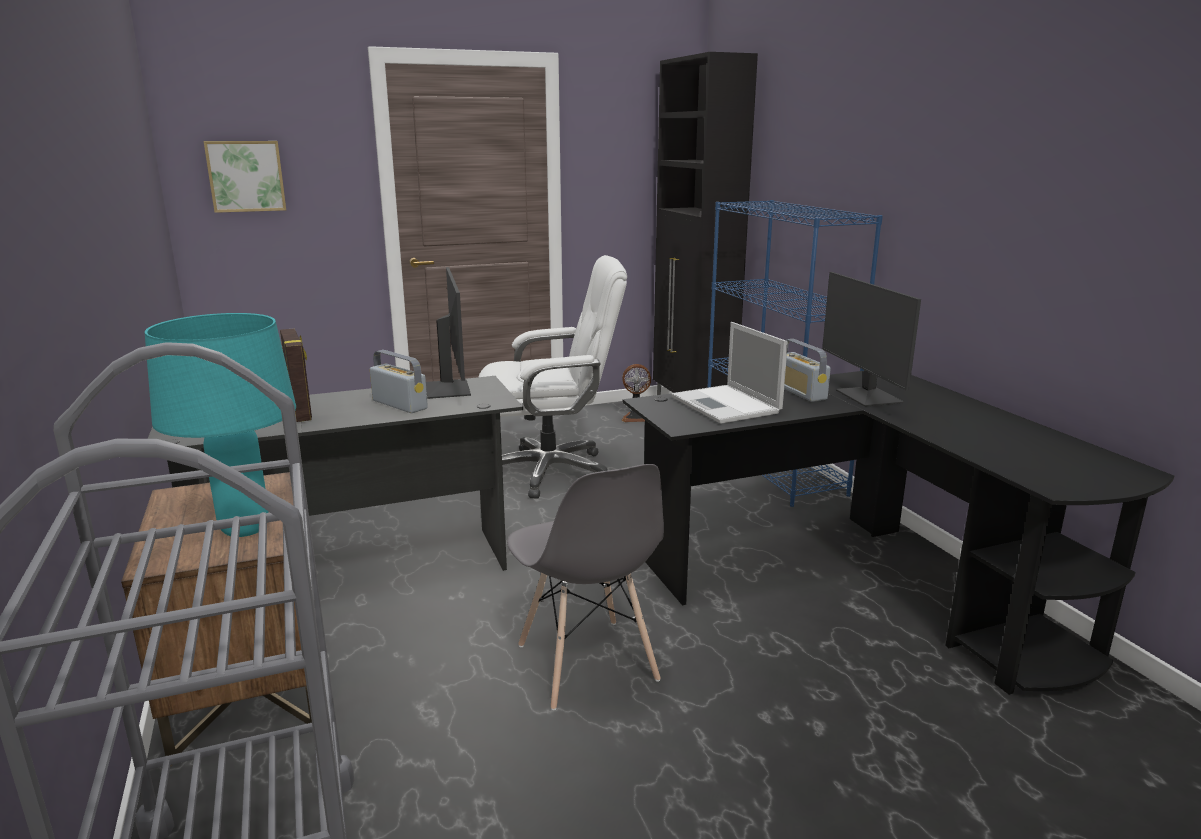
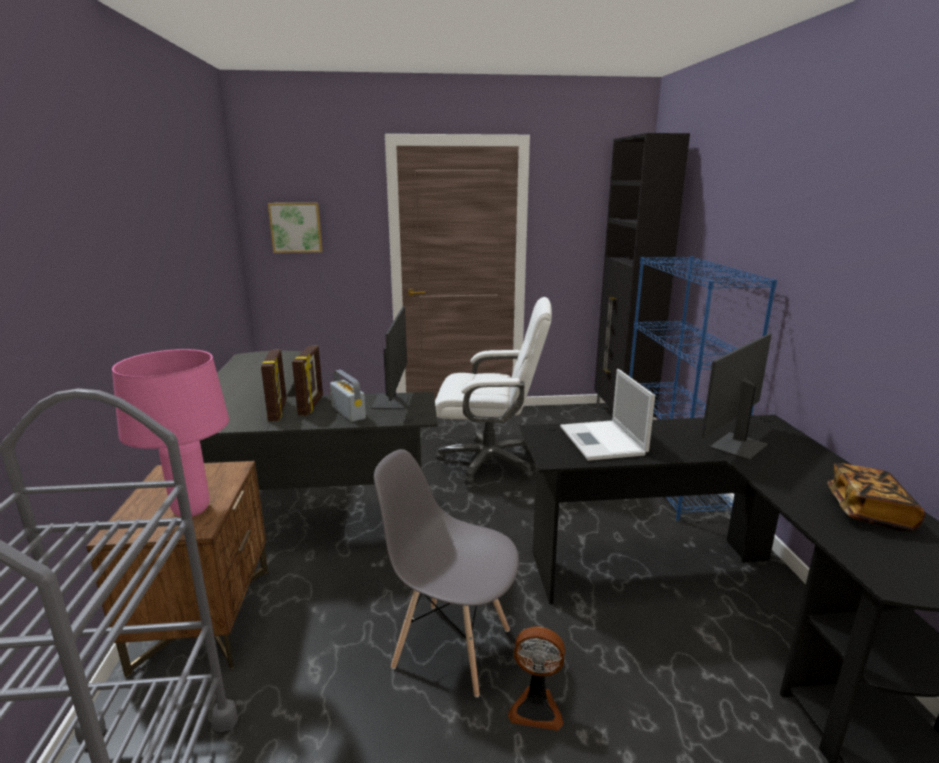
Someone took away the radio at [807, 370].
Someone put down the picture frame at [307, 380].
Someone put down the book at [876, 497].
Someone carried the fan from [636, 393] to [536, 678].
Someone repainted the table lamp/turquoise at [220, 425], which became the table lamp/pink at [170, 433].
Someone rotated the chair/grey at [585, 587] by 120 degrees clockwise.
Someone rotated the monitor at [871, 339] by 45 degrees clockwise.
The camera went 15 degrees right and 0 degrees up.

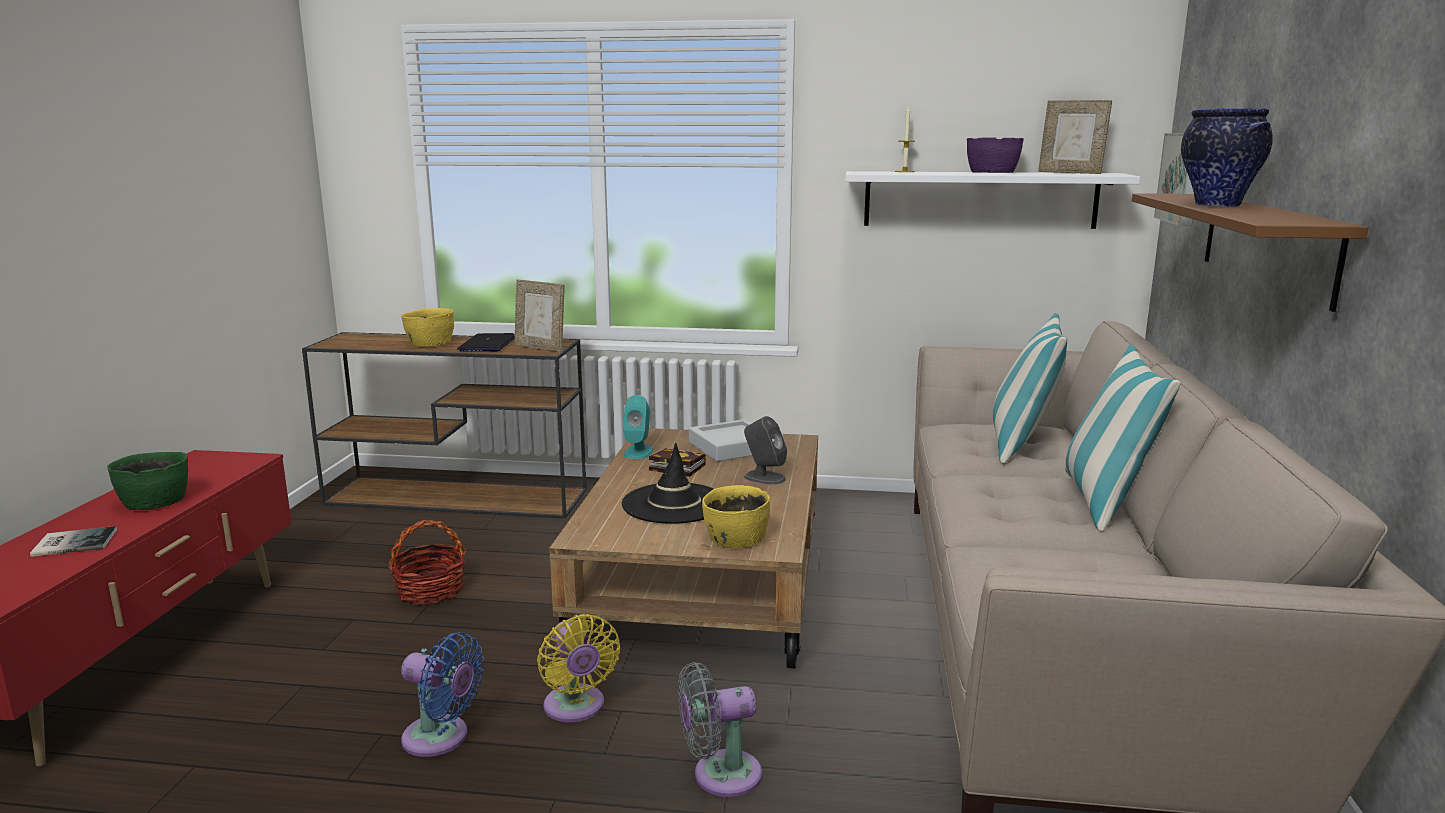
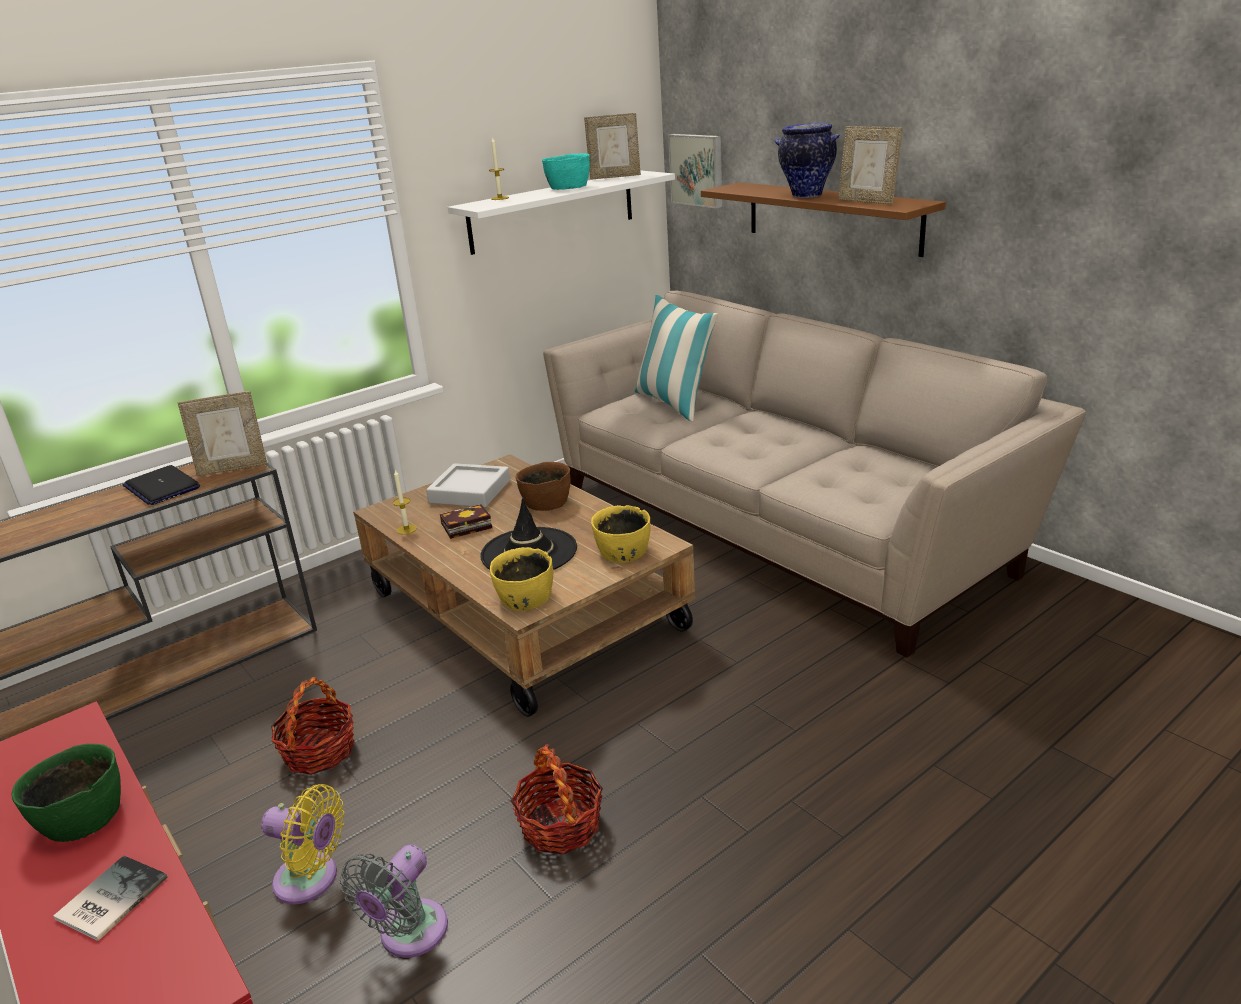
Someone took away the pillow at [1123, 438].
Someone put down the picture frame at [870, 165].
Someone carried the bowl/yellow from [427, 327] to [521, 579].
Someone carried the fan/yellow from [578, 668] to [302, 844].
Someone carried the fan/grey from [720, 729] to [394, 901].
Someone swapped the fan/blue at [442, 694] for the basket at [557, 799].
Someone swapped the speaker/turquoise at [638, 427] for the candle at [405, 502].
Someone swapped the speaker/grey at [765, 450] for the bowl/brown at [543, 486].
Someone repainted the bowl/purple at [995, 155], which became the bowl/turquoise at [566, 171].
The camera went 45 degrees left and 10 degrees up.

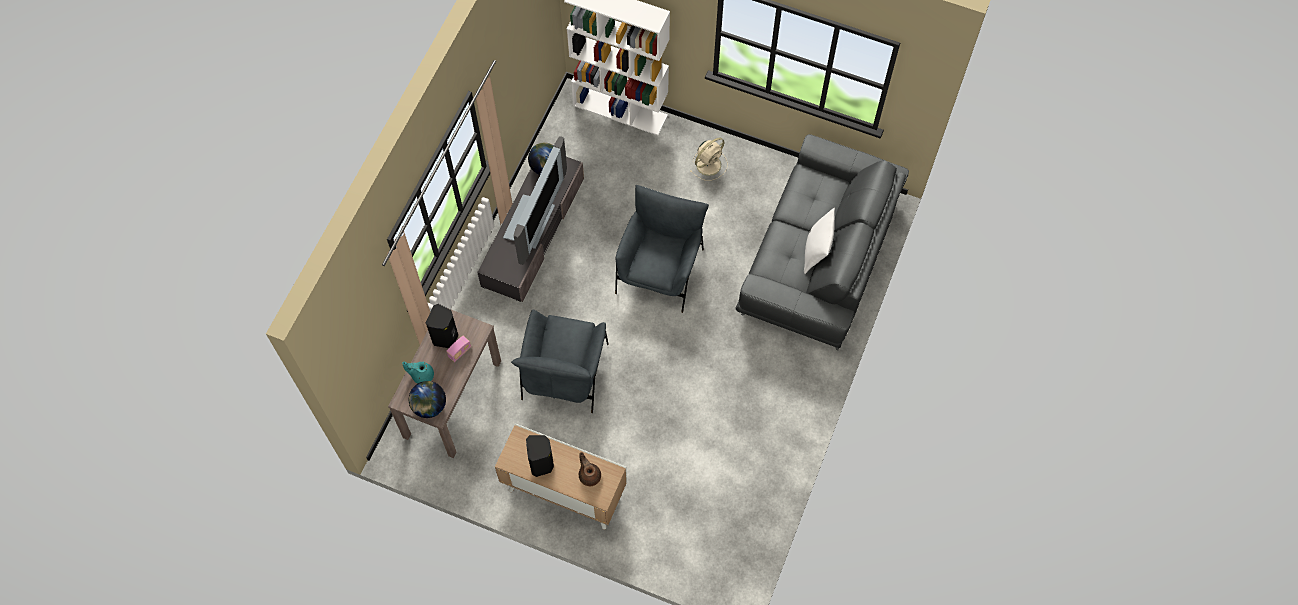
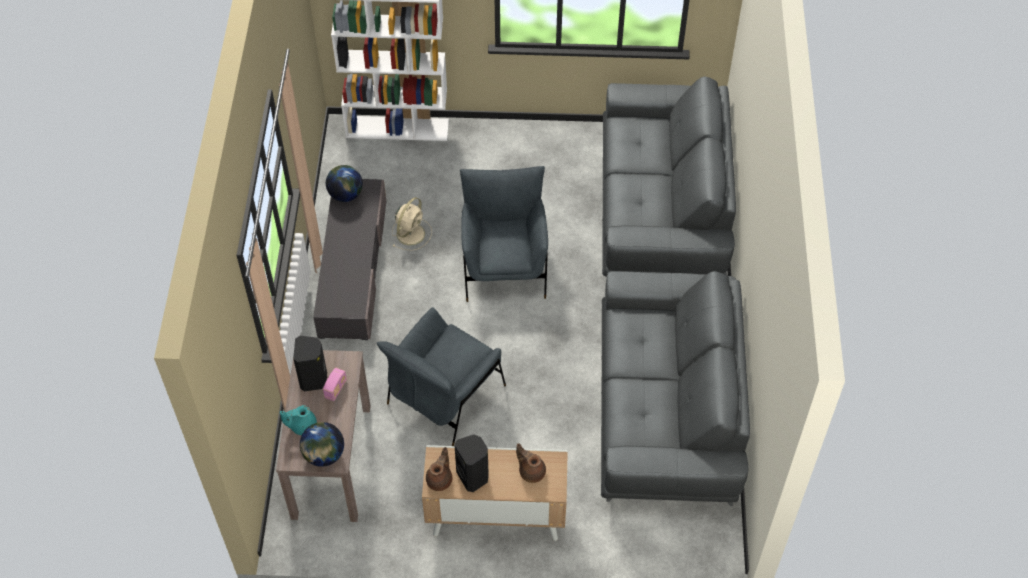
Someone took away the television at [535, 200].
Someone took away the pillow/white at [819, 240].
Someone put down the teapot/brown at [439, 469].
Someone put down the sofa/grey at [675, 388].
Someone carried the fan/beige from [708, 159] to [412, 224].
Someone rotated the armchair/grey at [560, 361] by 45 degrees clockwise.
The camera went 20 degrees left and 10 degrees down.

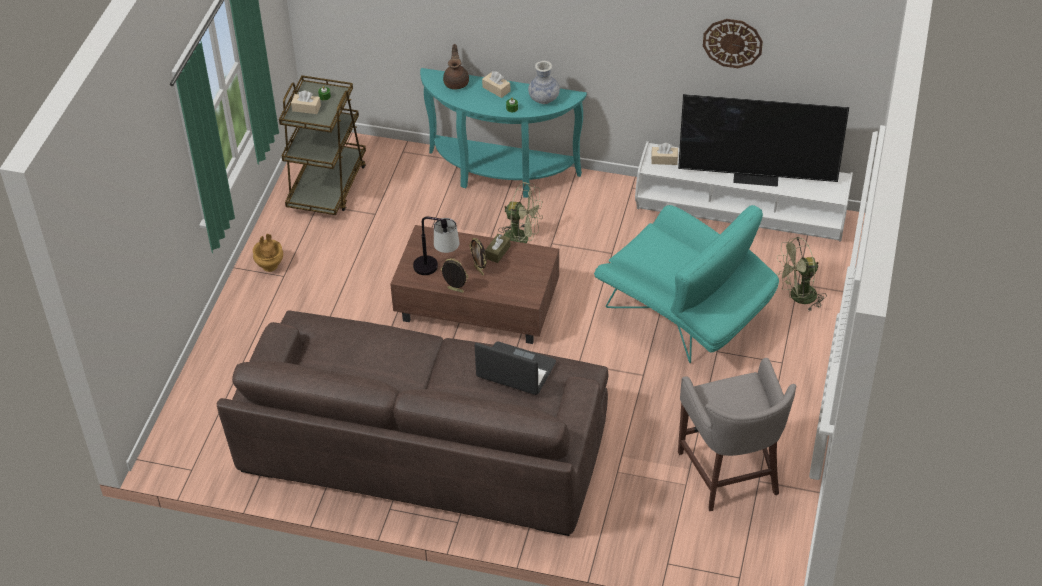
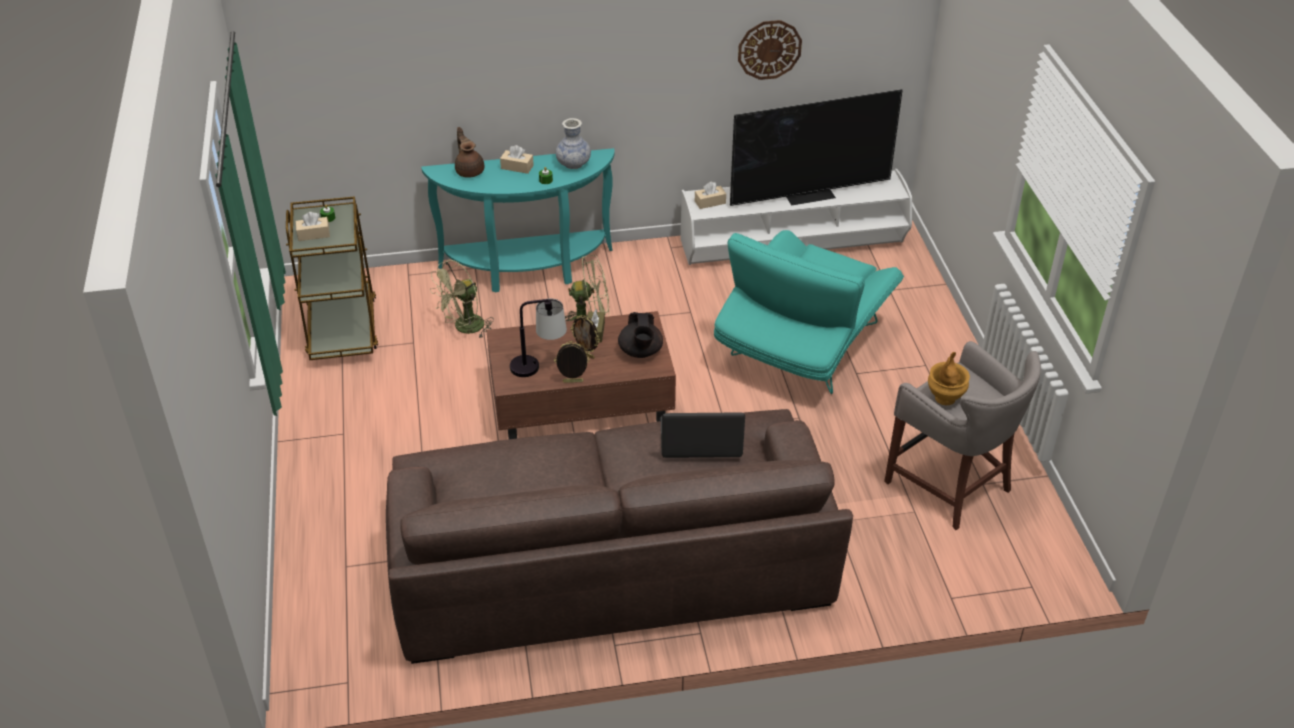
Someone put down the teapot/black at [640, 335].
Someone carried the vase/brown from [268, 253] to [949, 378].
Someone carried the fan/green from [802, 274] to [462, 299].
Someone rotated the armchair/turquoise at [686, 284] by 105 degrees clockwise.
The camera went 25 degrees left and 5 degrees down.

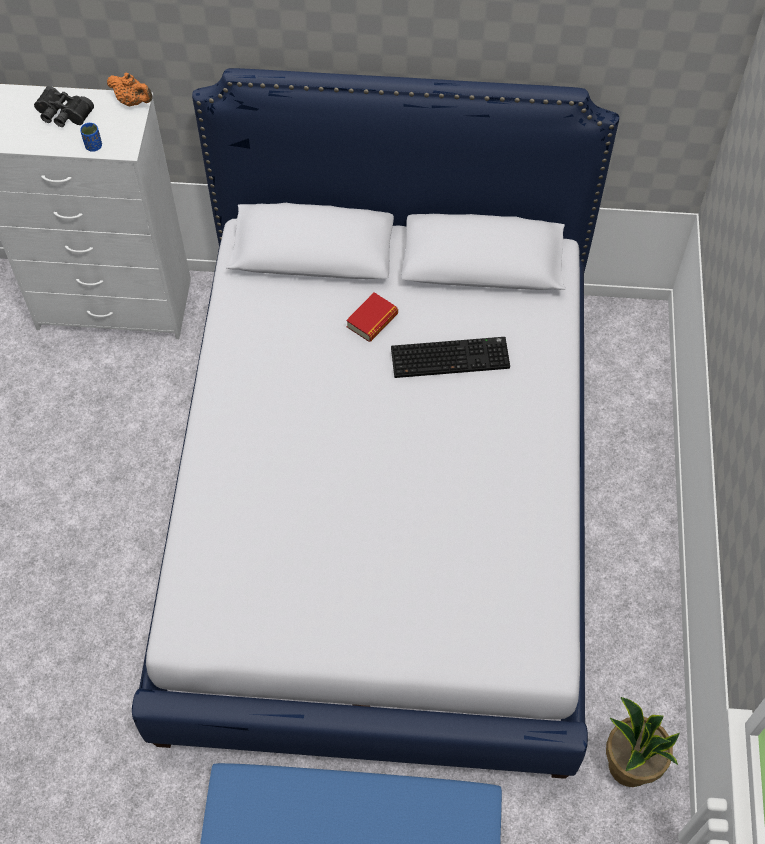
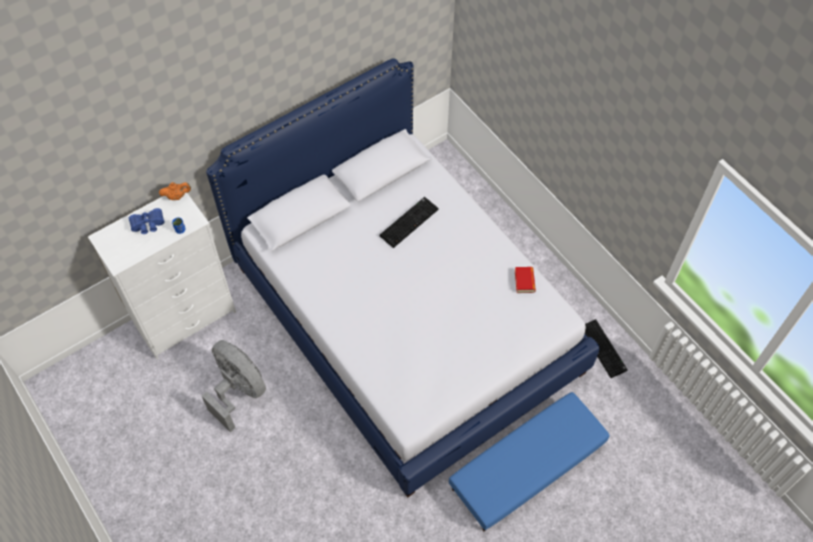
Someone put down the fan/grey at [234, 386].
Someone carried the book from [372, 317] to [525, 280].
Someone swapped the potted plant at [643, 742] for the keyboard at [606, 348].
Someone repainted the binoculars/black at [64, 106], which became the binoculars/blue at [147, 221].
The camera went 40 degrees left and 0 degrees up.

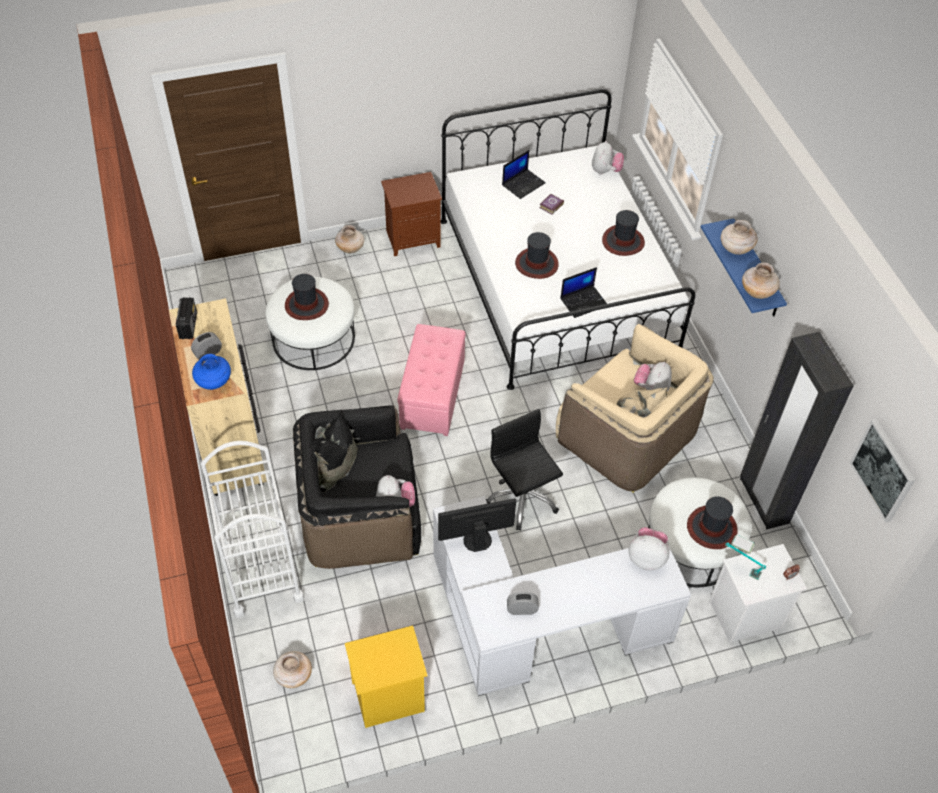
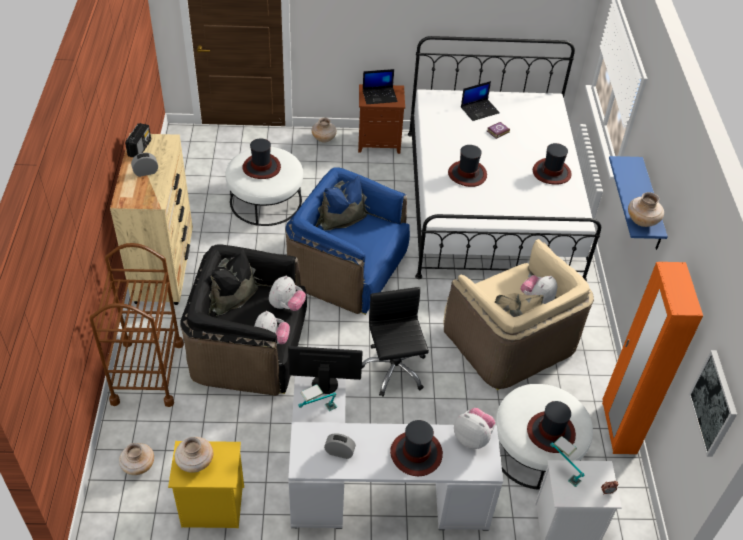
Someone took away the vase/blue at [211, 372].
Someone put down the table lamp at [317, 397].
Someone put down the hat at [416, 448].
Someone carried the laptop from [583, 292] to [380, 86].
Someone carried the plush toy from [608, 158] to [287, 293].
Someone carried the vase/beige from [739, 237] to [194, 455].
Someone swapped the ottoman/pink at [431, 380] for the armchair/blue at [347, 241].
Someone repainted the cart/white at [252, 529], which became the cart/brown at [136, 325].
Someone repainted the wardrobe/black at [797, 431], which became the wardrobe/orange at [652, 358].
The camera went 15 degrees right and 5 degrees down.

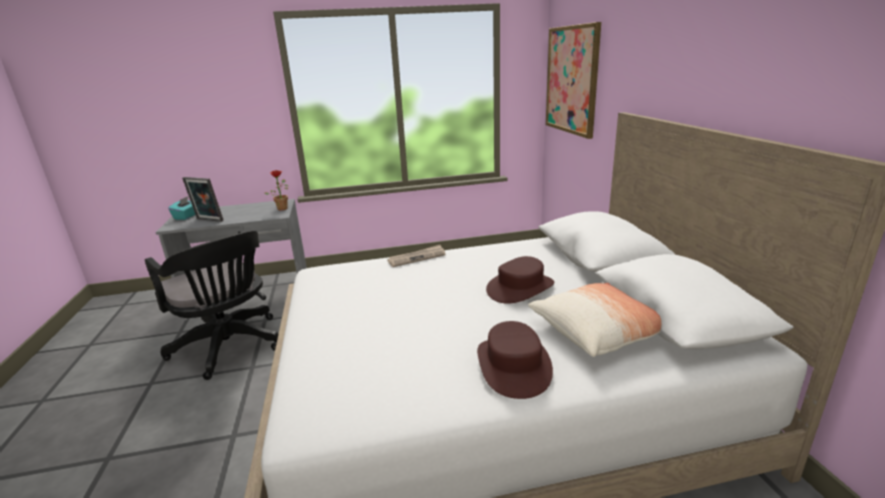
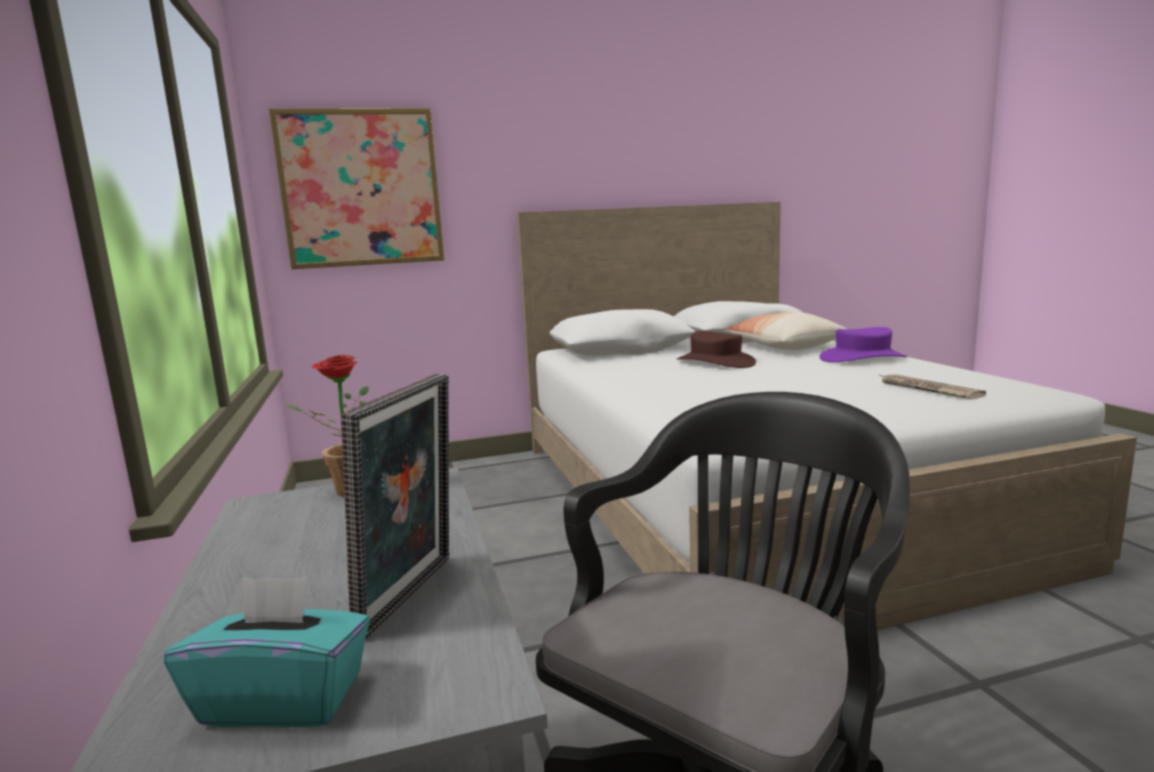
Someone carried the newspaper from [416, 256] to [932, 386].
Someone repainted the hat/brown at [515, 360], which became the hat/purple at [863, 344].
The camera went 95 degrees left and 10 degrees down.

